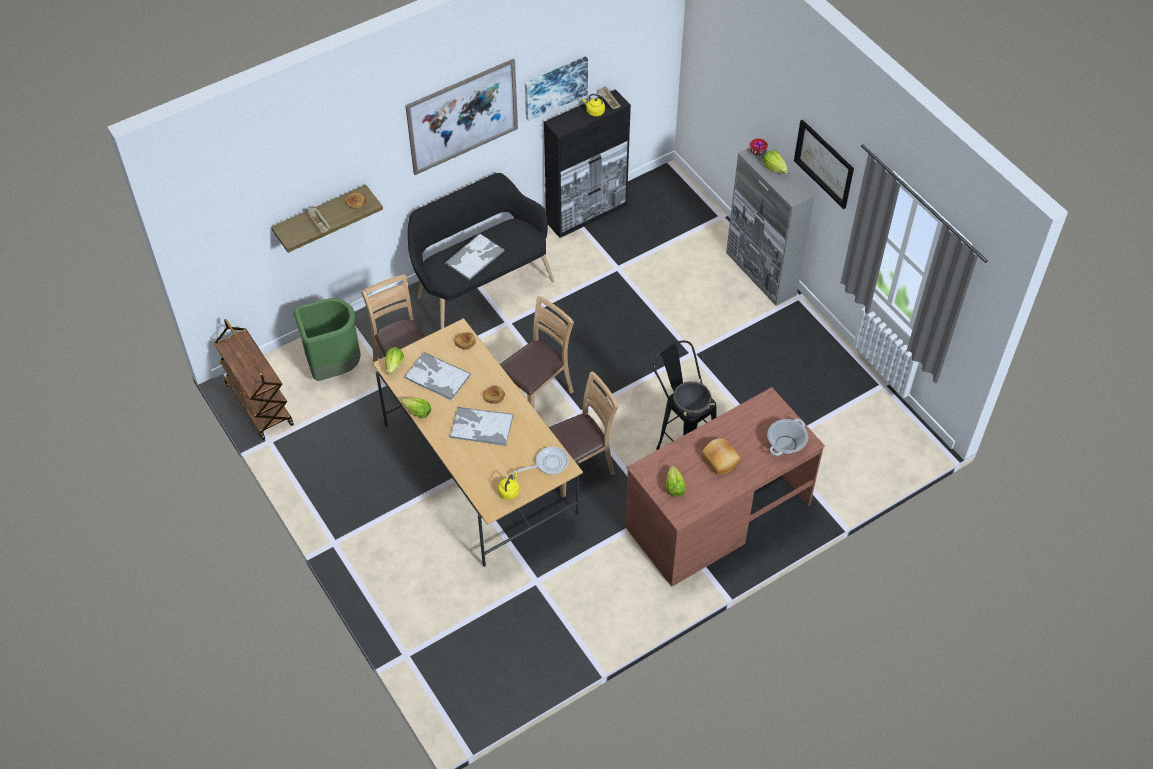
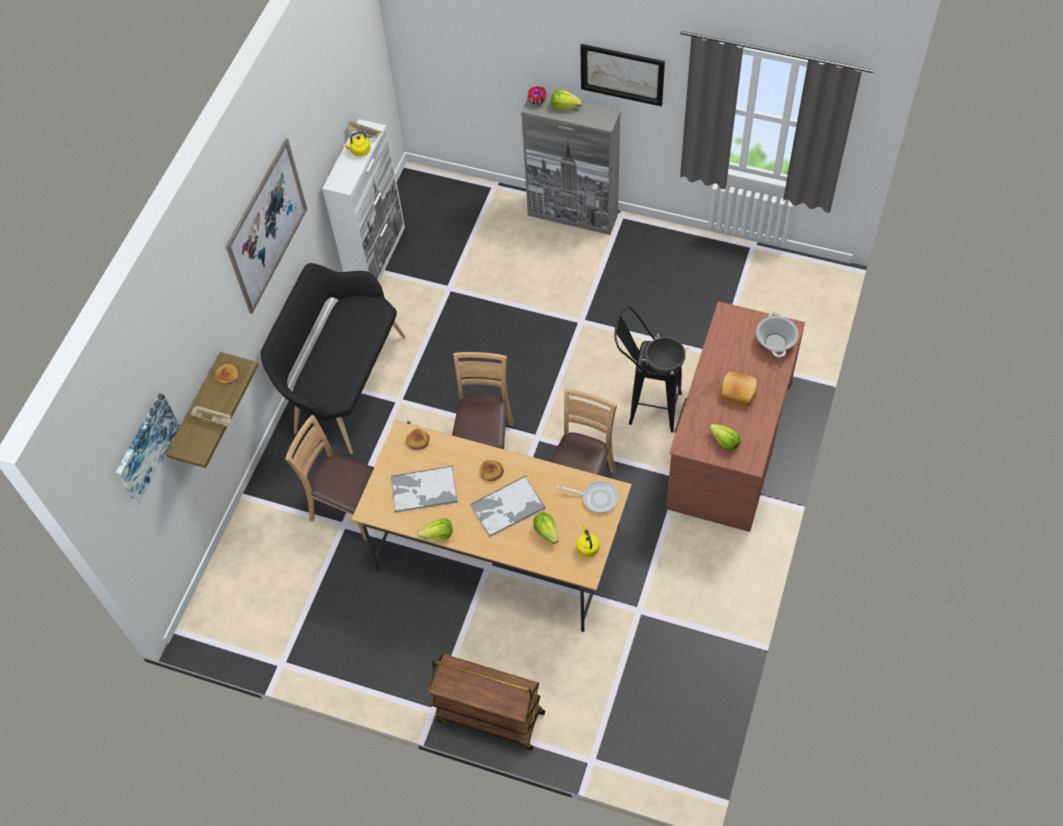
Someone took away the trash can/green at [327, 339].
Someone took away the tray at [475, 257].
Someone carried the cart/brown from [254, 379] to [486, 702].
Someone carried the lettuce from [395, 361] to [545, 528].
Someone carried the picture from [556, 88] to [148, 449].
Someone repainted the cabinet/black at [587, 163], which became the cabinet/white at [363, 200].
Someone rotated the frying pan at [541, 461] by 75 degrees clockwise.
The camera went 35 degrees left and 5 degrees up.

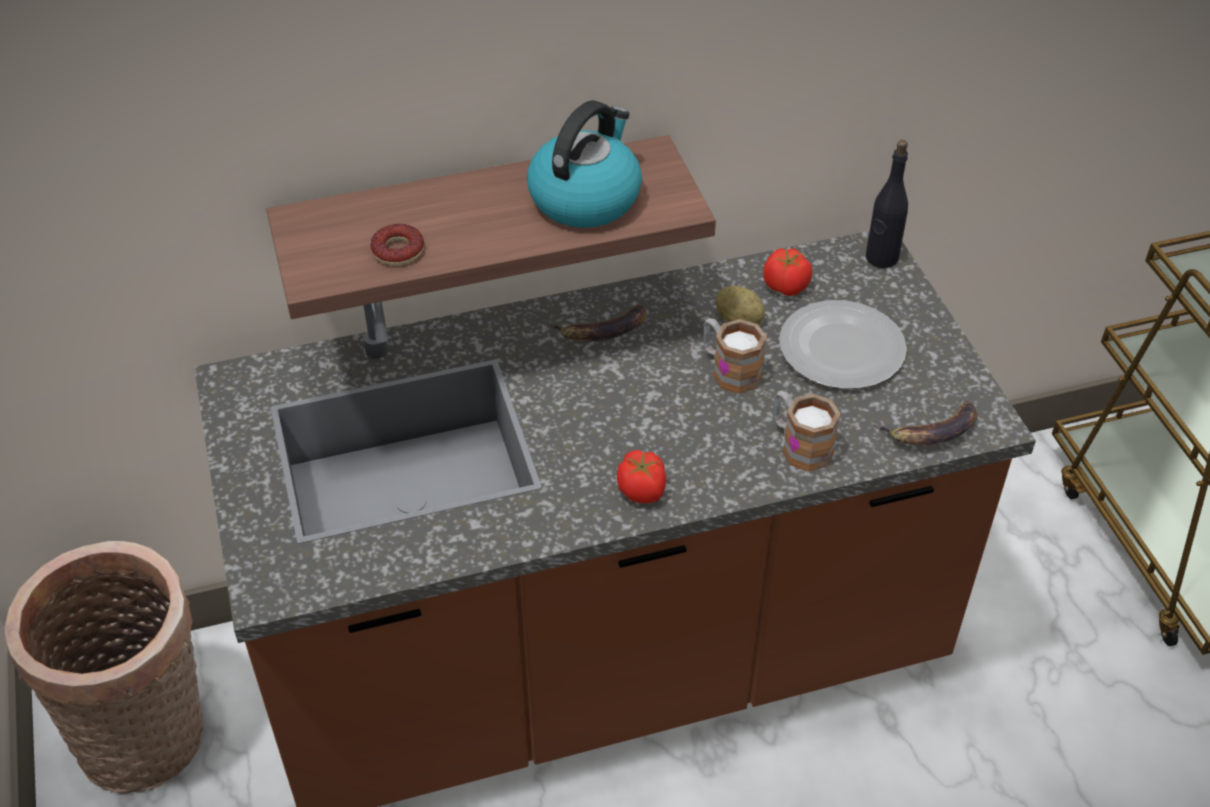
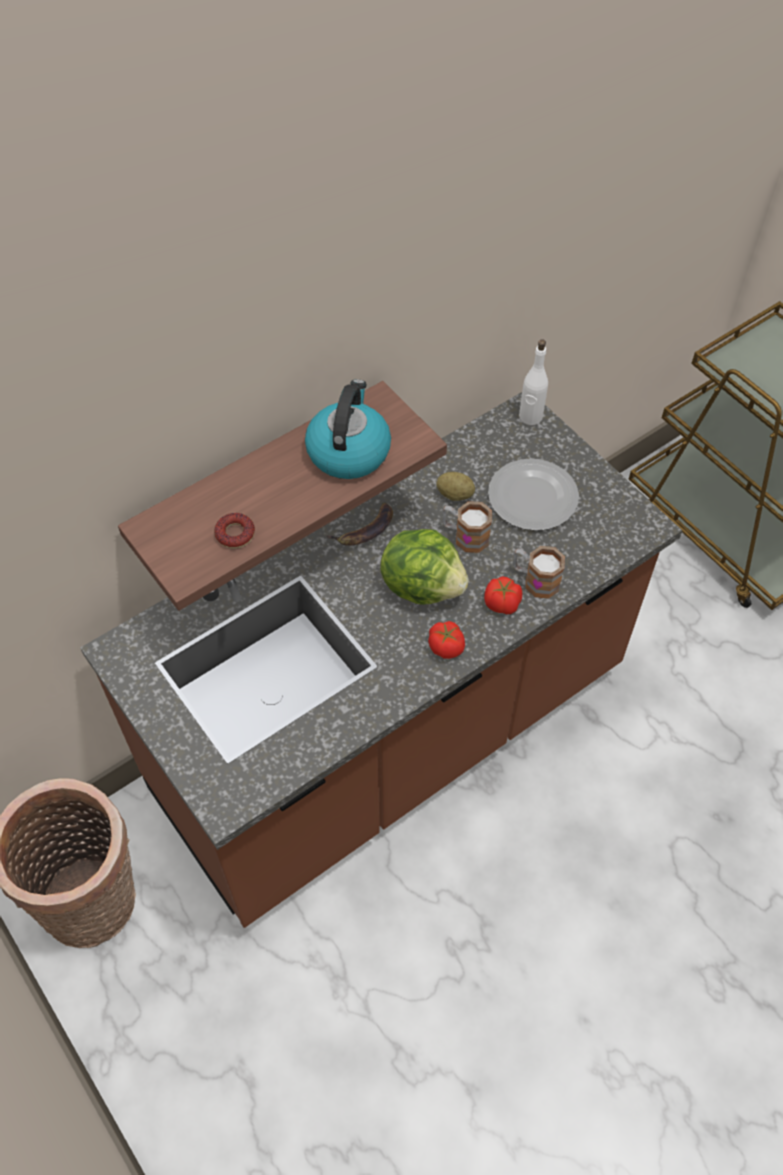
Someone took away the banana at [926, 423].
Someone put down the lettuce at [424, 567].
Someone carried the tomato from [787, 272] to [503, 595].
Someone repainted the bottle/black at [887, 204], which became the bottle/white at [533, 382].
The camera went 20 degrees left and 10 degrees up.

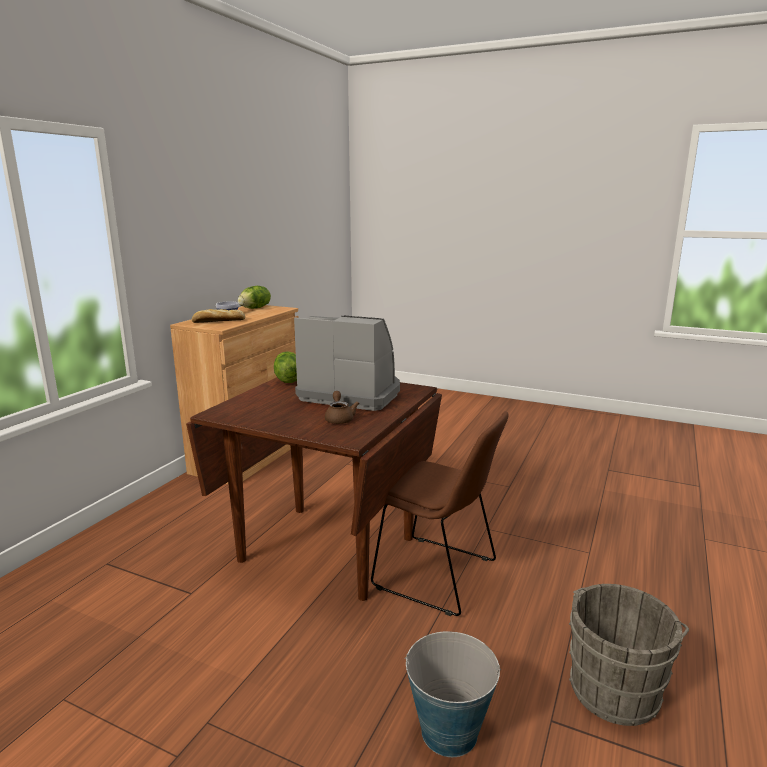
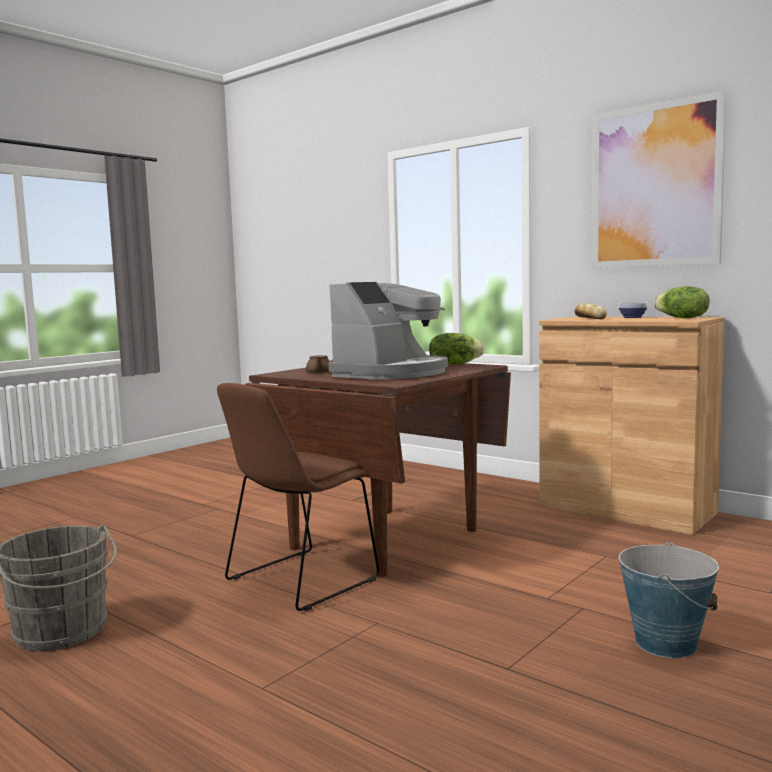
Someone put up the picture at [659, 179].
Someone carried the bucket from [453, 694] to [669, 600].
The camera went 105 degrees right and 10 degrees down.

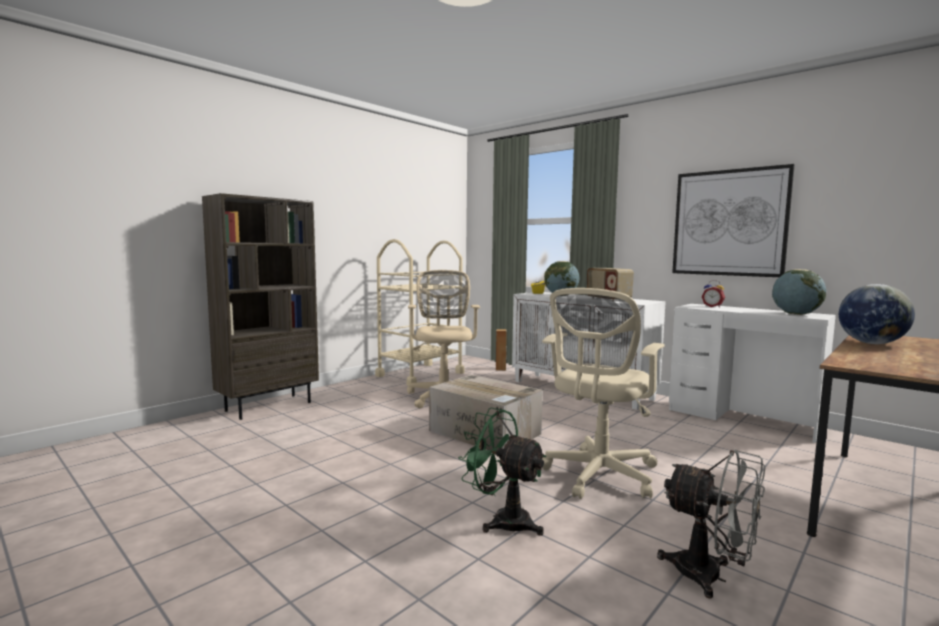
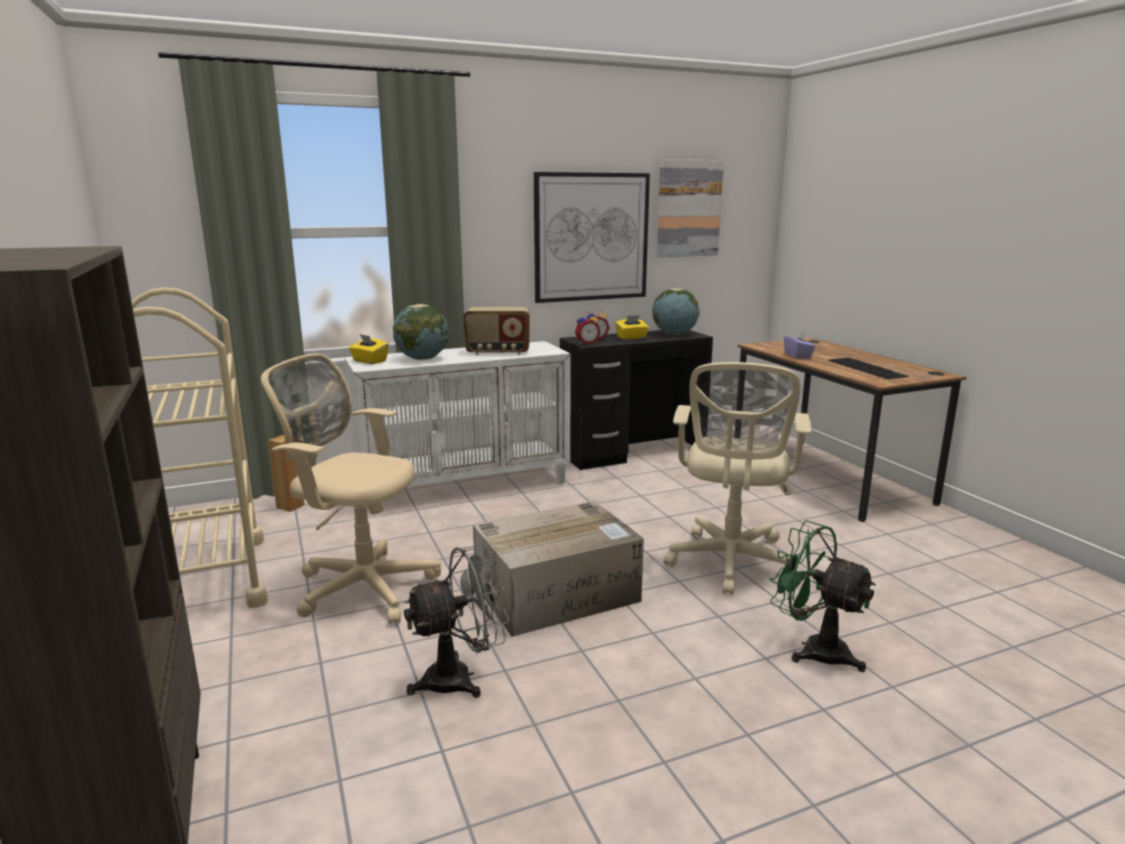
Someone put down the alarm clock at [588, 328].
Someone put down the tissue box/yellow at [632, 327].
Someone put up the picture at [690, 208].
Someone put down the keyboard at [868, 368].
Someone carried the fan/grey from [711, 524] to [457, 621].
Someone swapped the globe at [877, 314] for the tissue box/purple at [800, 344].
Someone repainted the desk/white at [752, 373], which became the desk/black at [636, 400].
Someone rotated the fan/green at [502, 472] by 75 degrees clockwise.
Someone rotated the office chair/beige at [603, 393] by 45 degrees clockwise.
The camera went 65 degrees left and 10 degrees up.

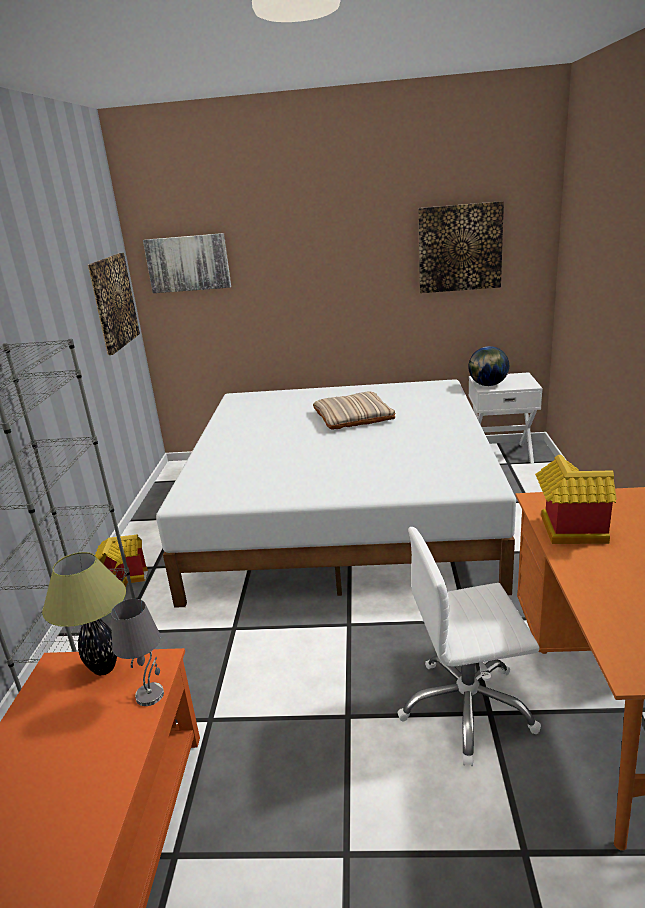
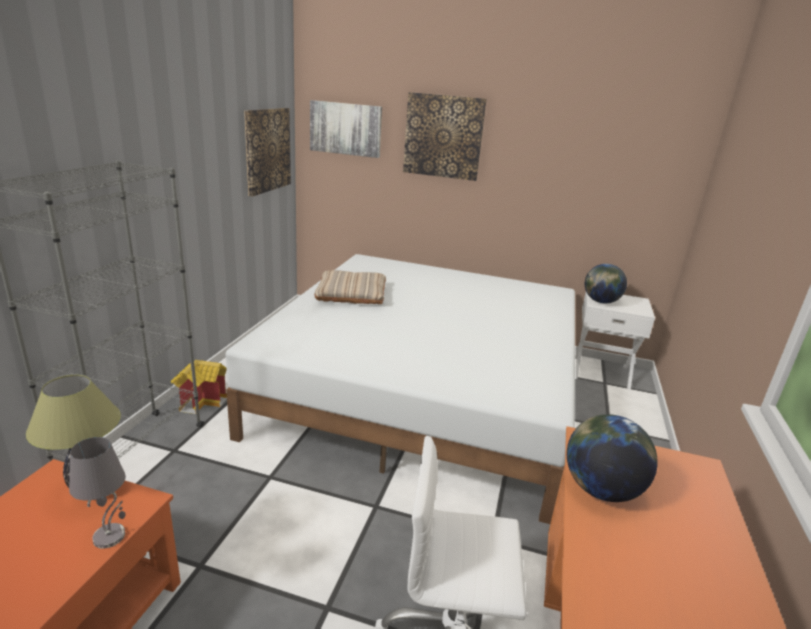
Someone carried the pillow/beige from [354, 410] to [350, 287].
Someone carried the picture from [461, 247] to [445, 136].
Someone swapped the toy house at [576, 499] for the globe at [612, 458].
The camera went 10 degrees right and 0 degrees up.

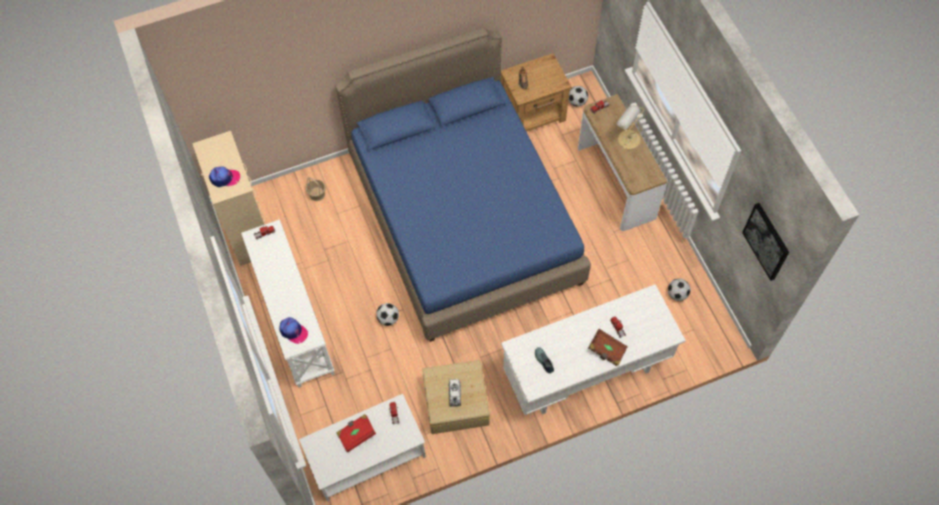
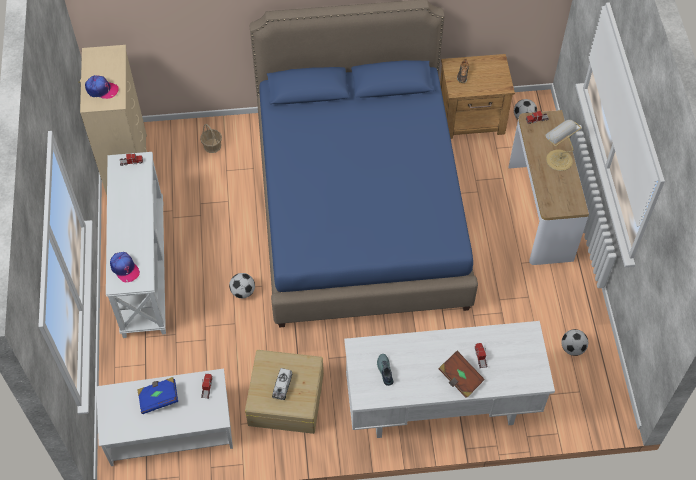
Someone took away the picture at [765, 242].
Someone repainted the book/red at [356, 433], which became the book/blue at [157, 395].
The camera went 15 degrees right and 5 degrees down.

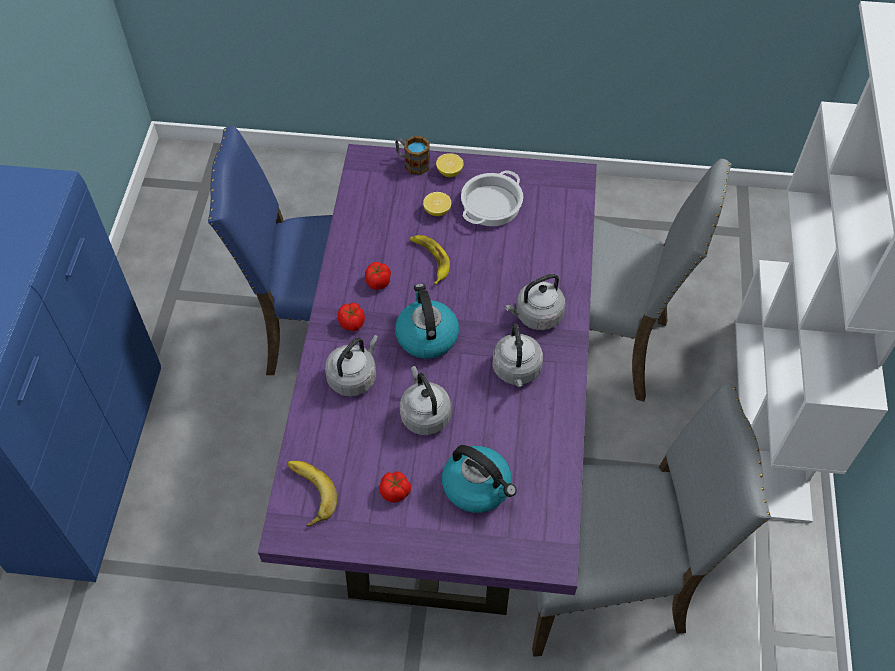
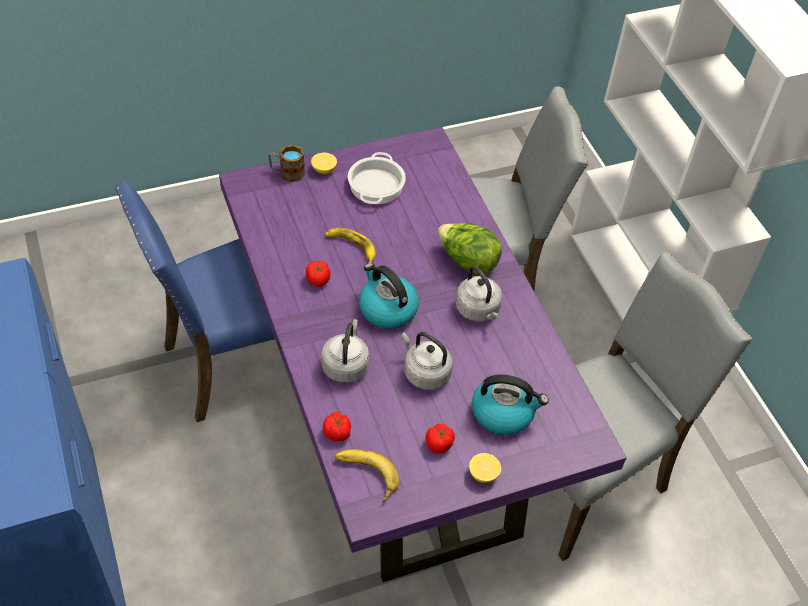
Someone carried the tomato from [351, 317] to [337, 426].
Someone carried the lemon from [437, 204] to [485, 468].
Someone swapped the kettle/grey at [535, 302] for the lettuce at [470, 249].
The camera went 30 degrees left and 5 degrees down.

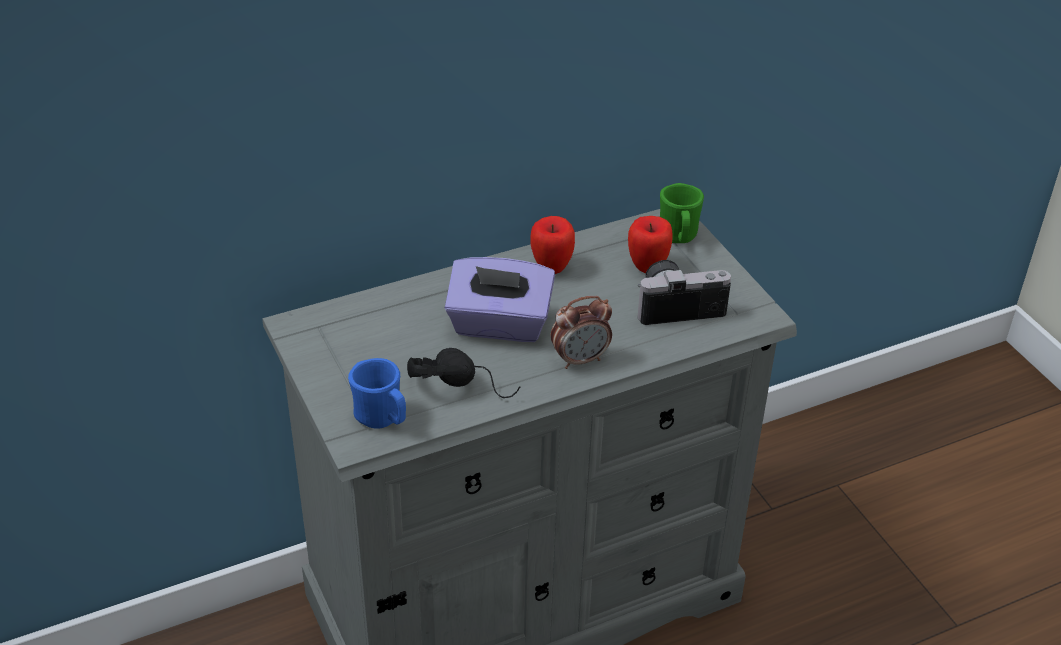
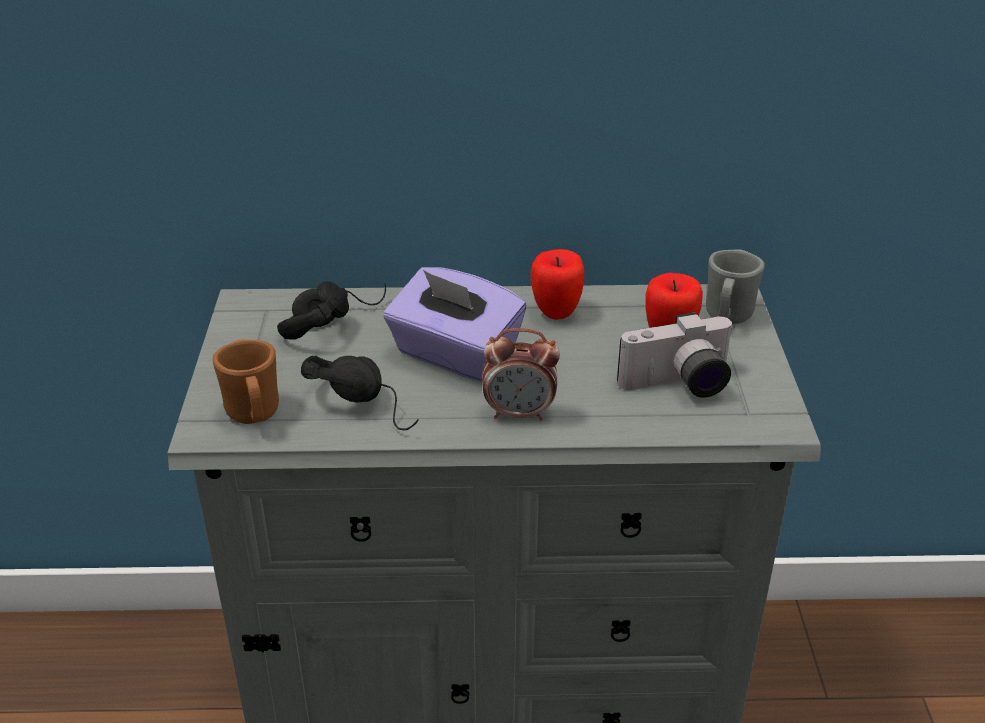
Someone put down the headphones/black at [331, 311].
Someone repainted the mug/blue at [377, 393], which became the mug/brown at [246, 381].
Someone repainted the mug/green at [682, 213], which became the mug/grey at [735, 286].
Someone rotated the photo camera at [684, 292] by 150 degrees clockwise.
The camera went 25 degrees right and 5 degrees down.

